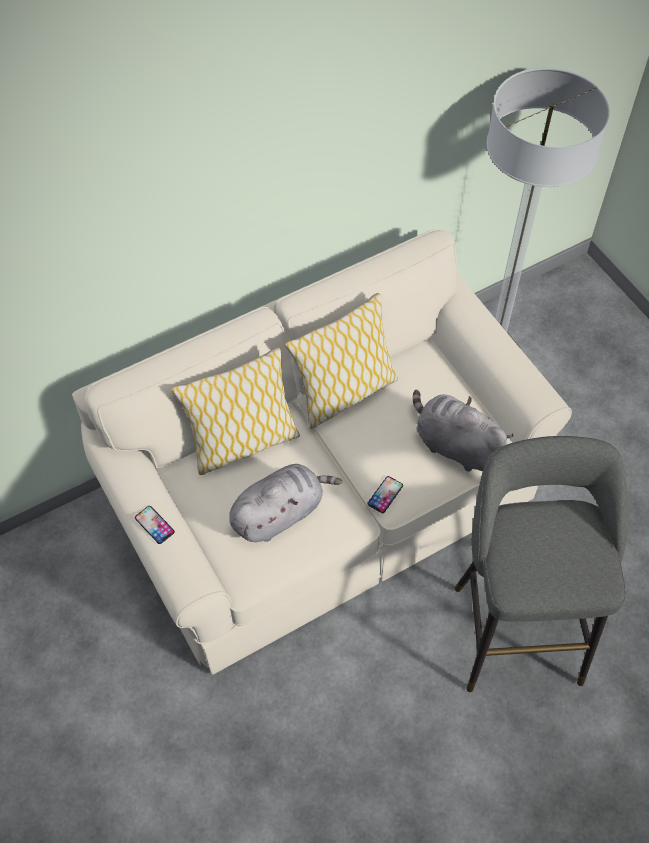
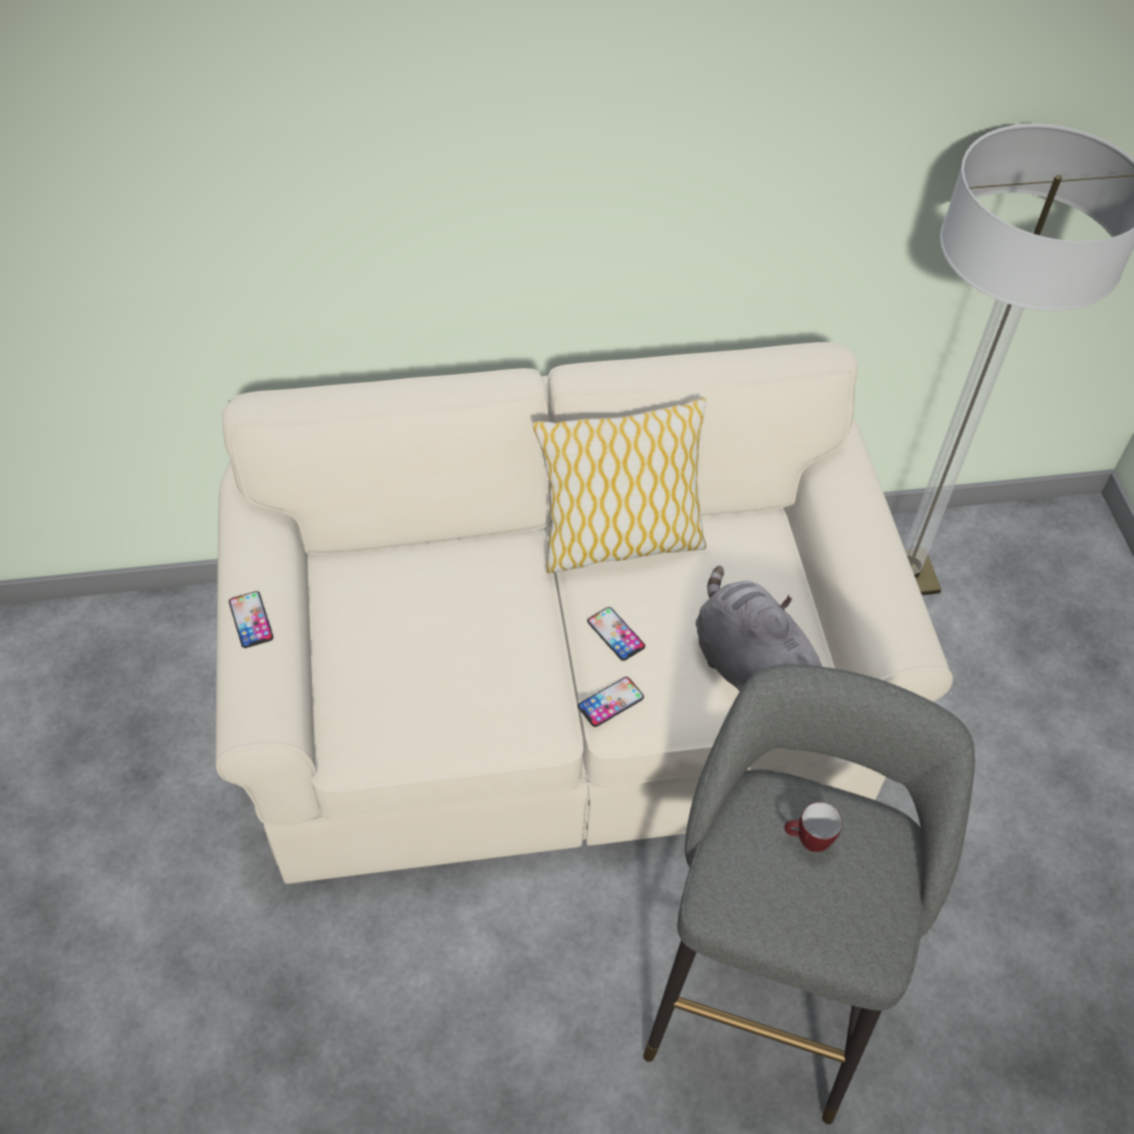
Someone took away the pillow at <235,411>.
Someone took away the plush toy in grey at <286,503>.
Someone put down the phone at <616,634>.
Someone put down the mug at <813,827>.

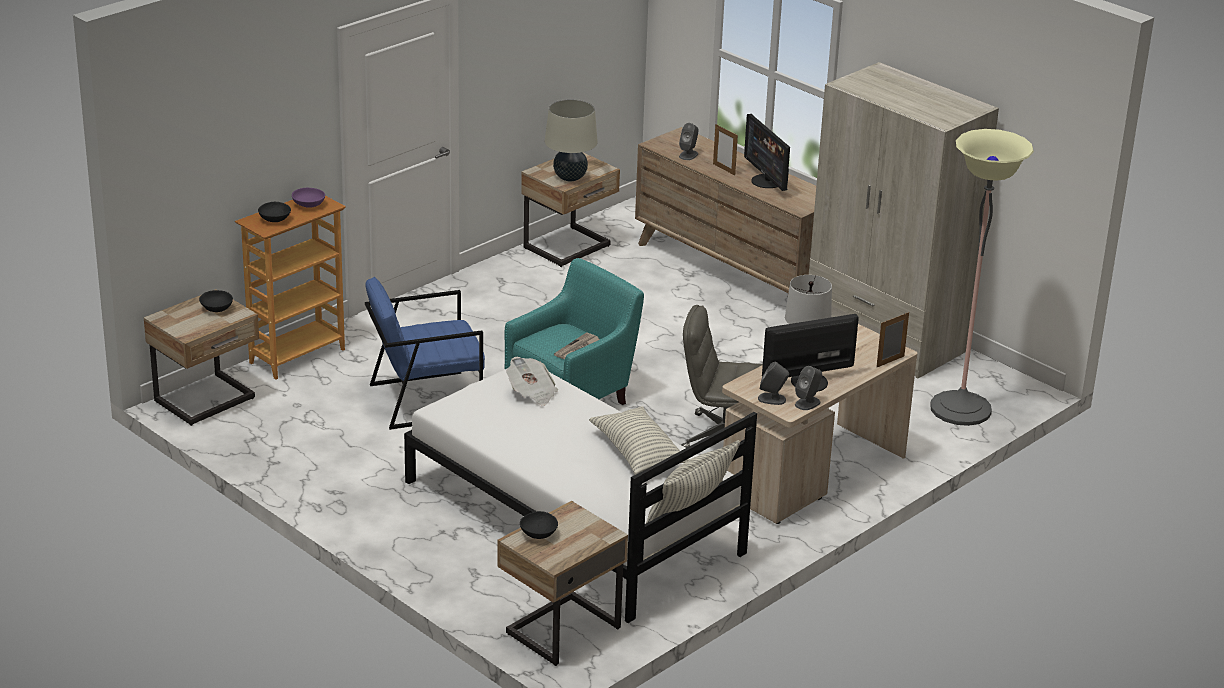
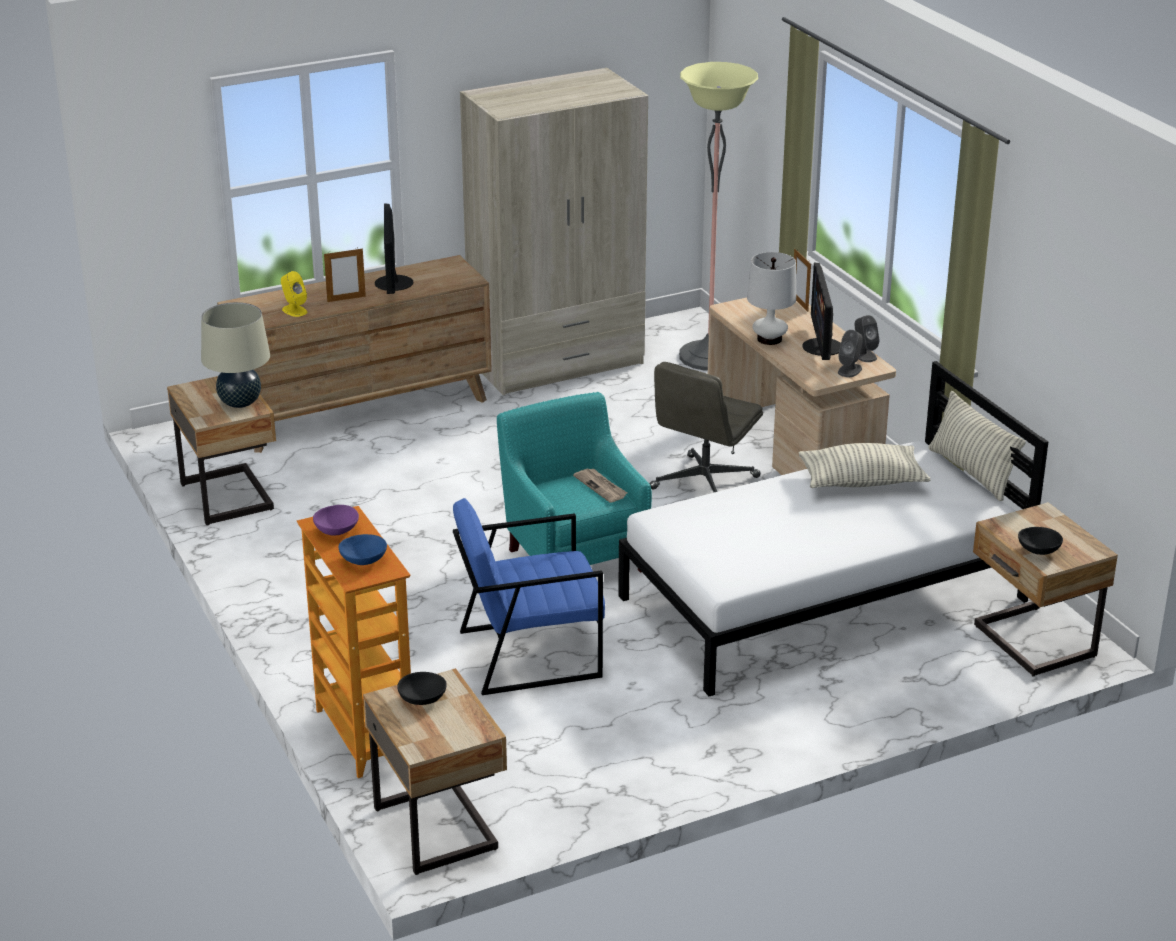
Someone rotated the monitor at <767,152> by 90 degrees clockwise.
Someone repainted the speaker in grey at <688,141>, which became the speaker in yellow at <294,294>.
Someone repainted the bowl in black at <274,212>, which became the bowl in blue at <363,549>.
Someone rotated the armchair in blue at <425,353> by 75 degrees clockwise.
Someone took away the newspaper at <532,381>.

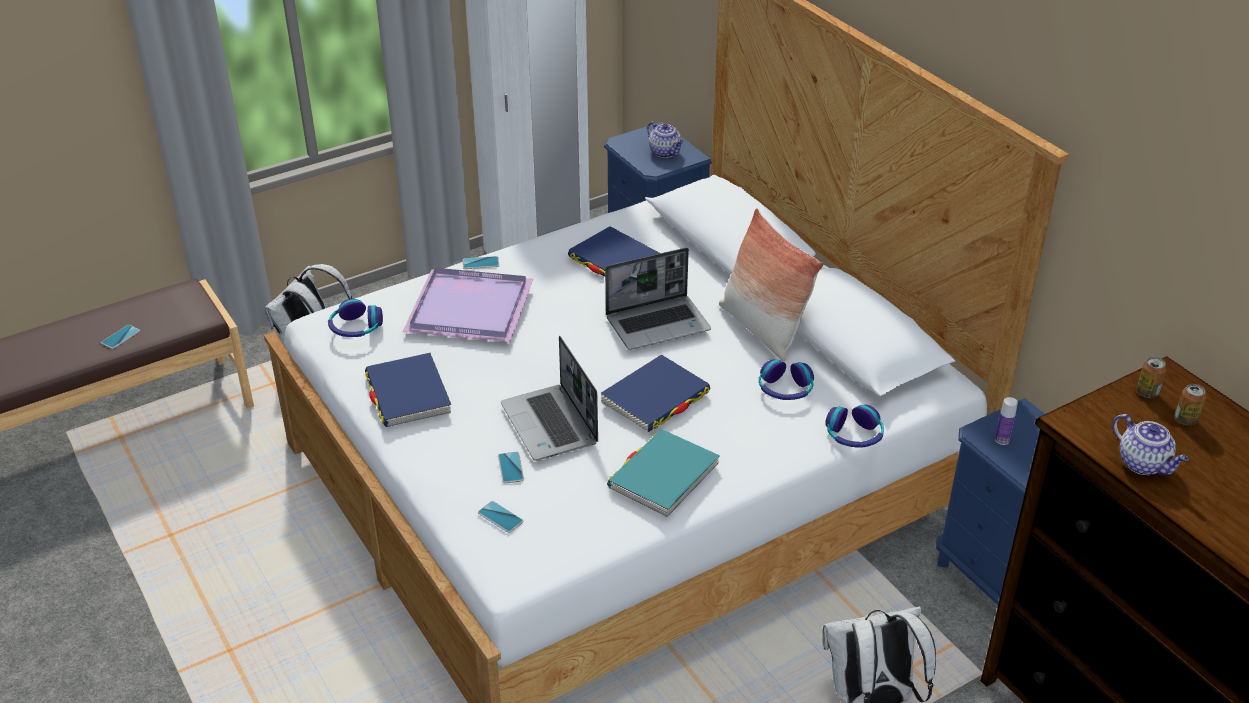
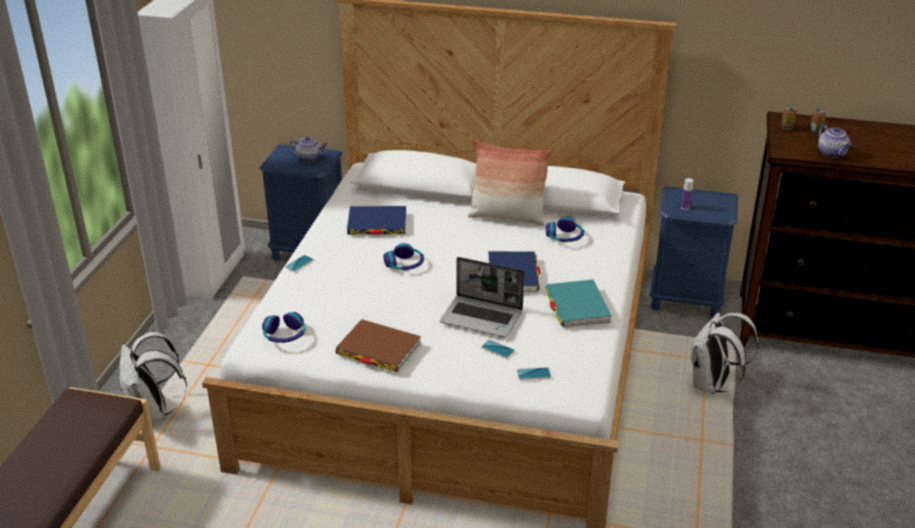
Someone took away the laptop at <658,299>.
Someone took away the tray in purple at <468,305>.
Someone took away the phone at <120,337>.
Someone repainted the book in blue at <408,390>, which became the book in brown at <378,345>.
Someone carried the headphones from <854,426> to <403,256>.
Someone rotated the teapot at <1150,444> by 60 degrees clockwise.

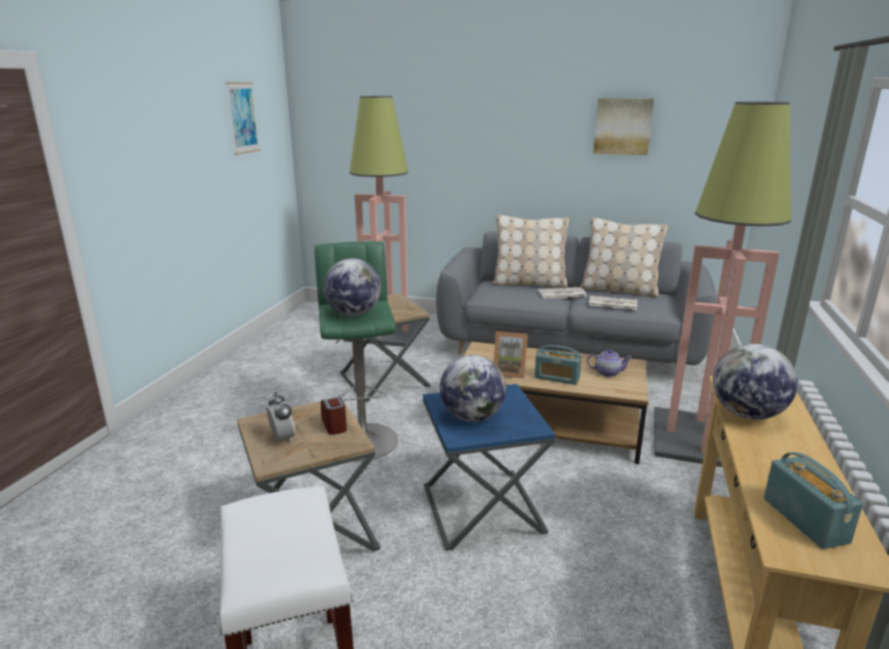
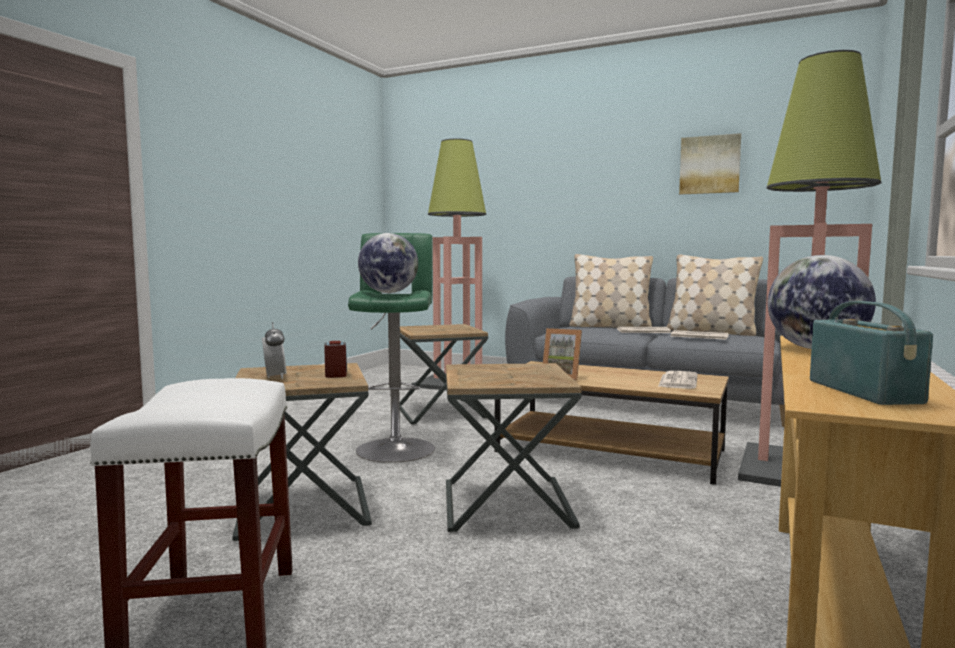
Someone took away the picture at <243,119>.
Someone took away the radio at <558,365>.
Someone swapped the teapot at <609,363> for the newspaper at <678,380>.
Someone took away the globe at <473,388>.
Someone repainted the side table in blue at <489,467>, which became the side table in brown at <514,448>.

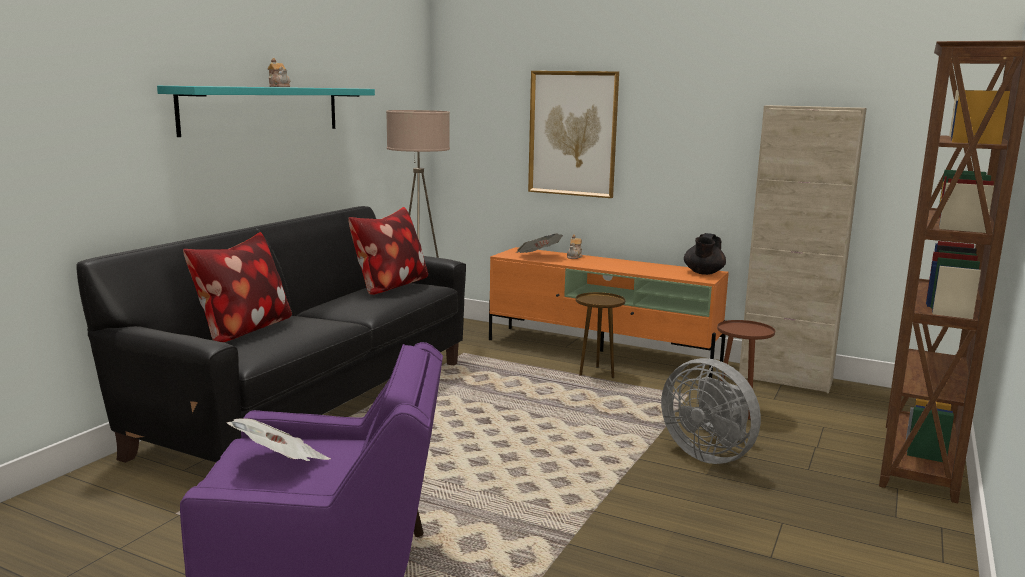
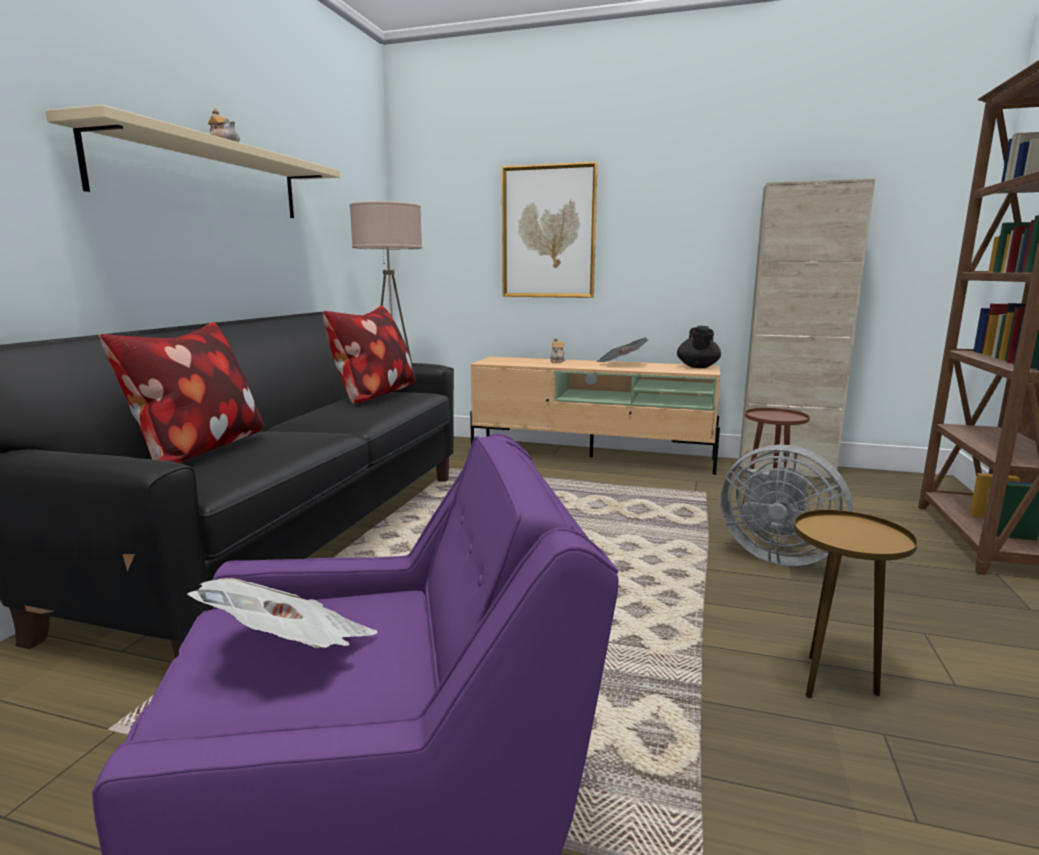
Someone repainted the shelf in turquoise at <266,111>, which became the shelf in beige at <192,161>.
Someone carried the newspaper from <539,243> to <622,349>.
Someone repainted the tv stand in orange at <609,312>, which became the tv stand in beige at <595,416>.
Someone carried the side table in brown from <601,335> to <856,604>.

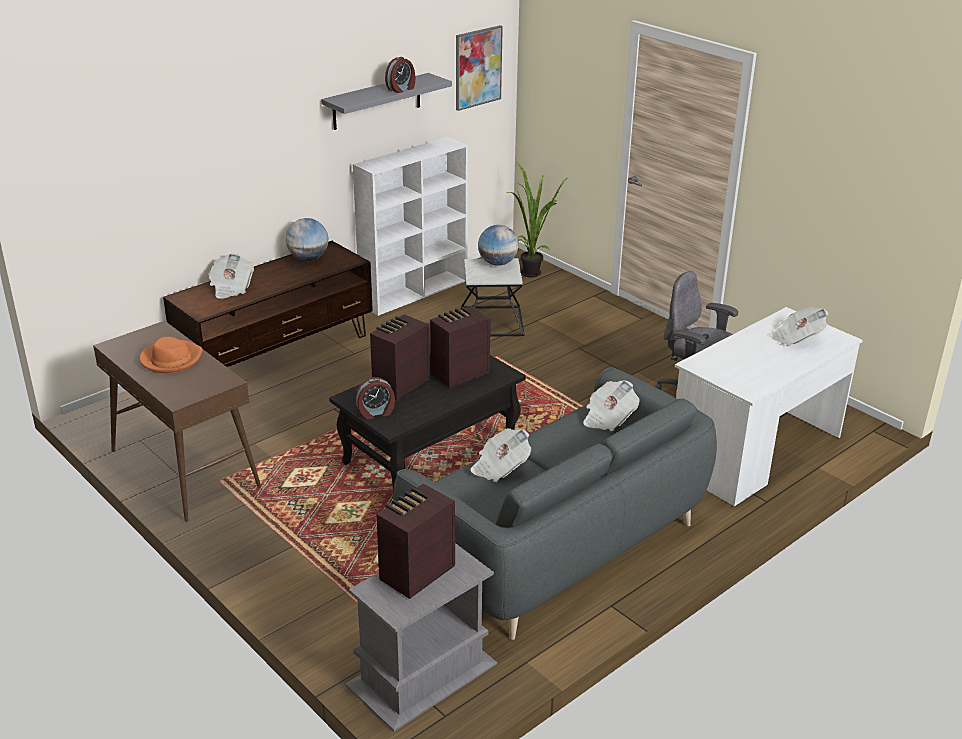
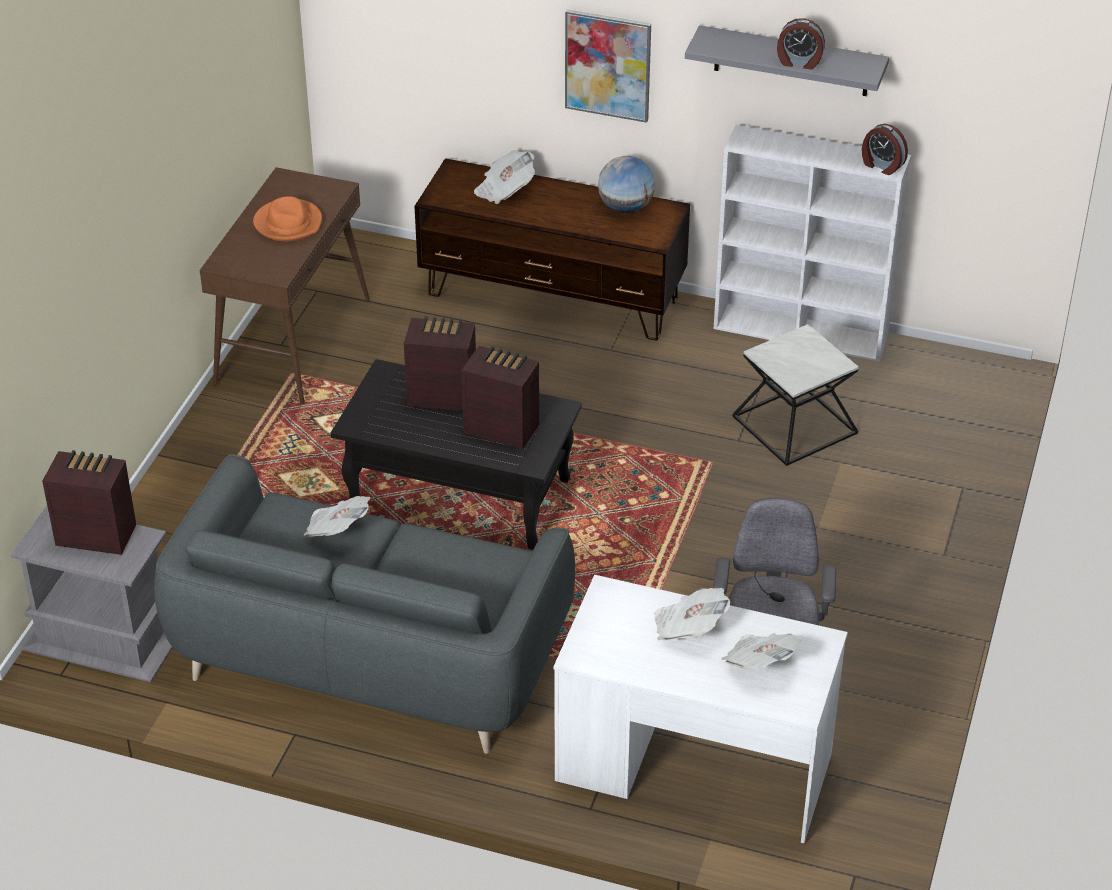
Someone carried the picture from <479,68> to <608,66>.
Someone took away the potted plant at <538,219>.
Someone took away the globe at <498,245>.
Someone carried the alarm clock from <375,398> to <885,149>.
Someone carried the newspaper from <611,405> to <692,614>.

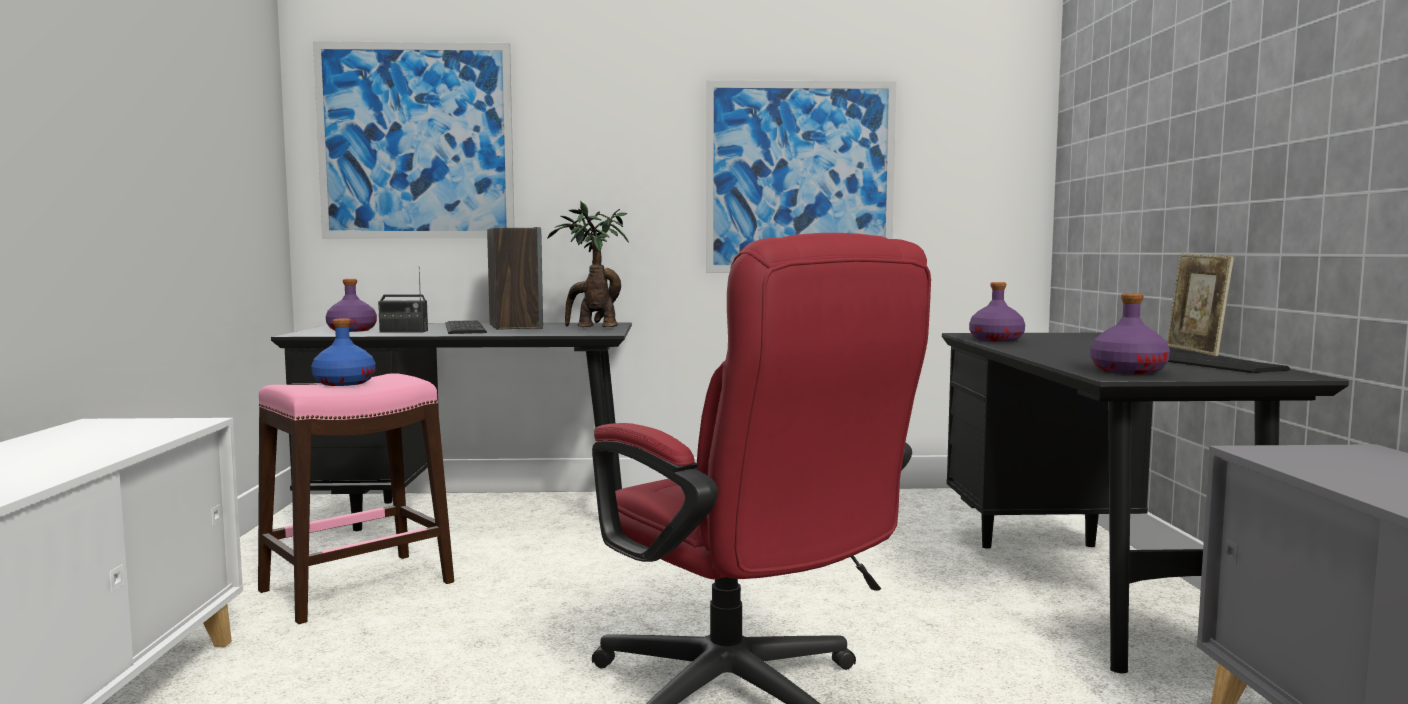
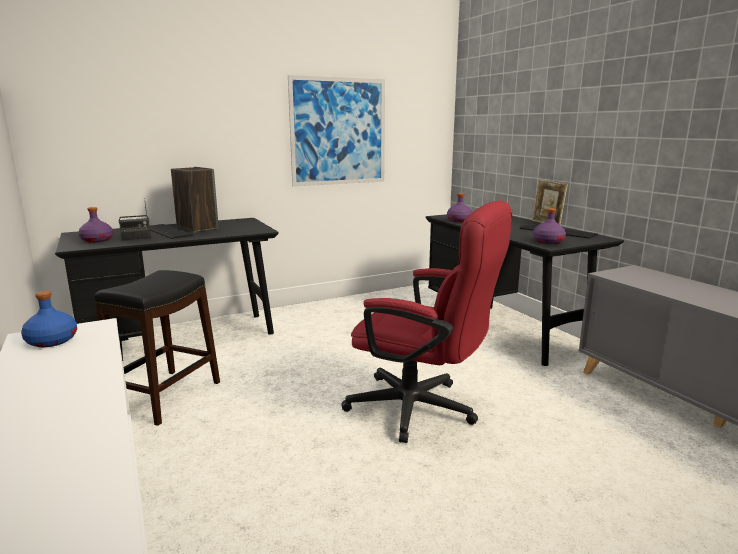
Someone took away the picture at <413,139>.
Someone took away the potted plant at <588,264>.
Someone carried the bottle in blue from <343,352> to <49,319>.
Someone repainted the stool in pink at <356,498>, which became the stool in black at <157,348>.

